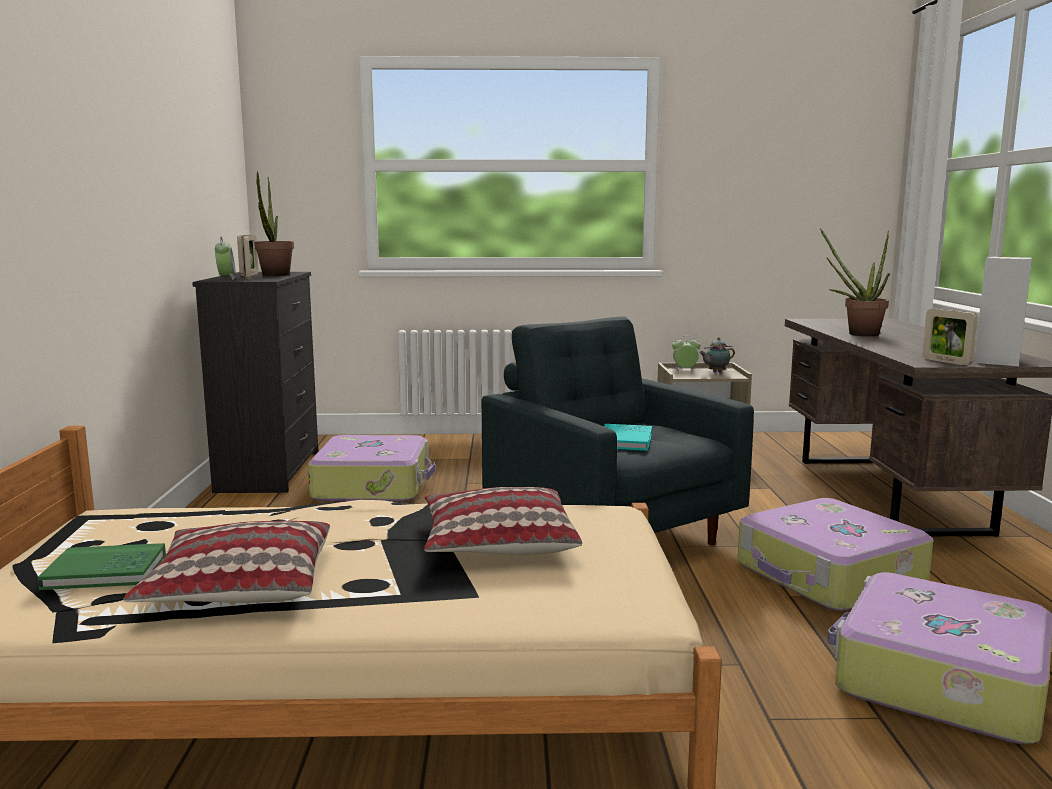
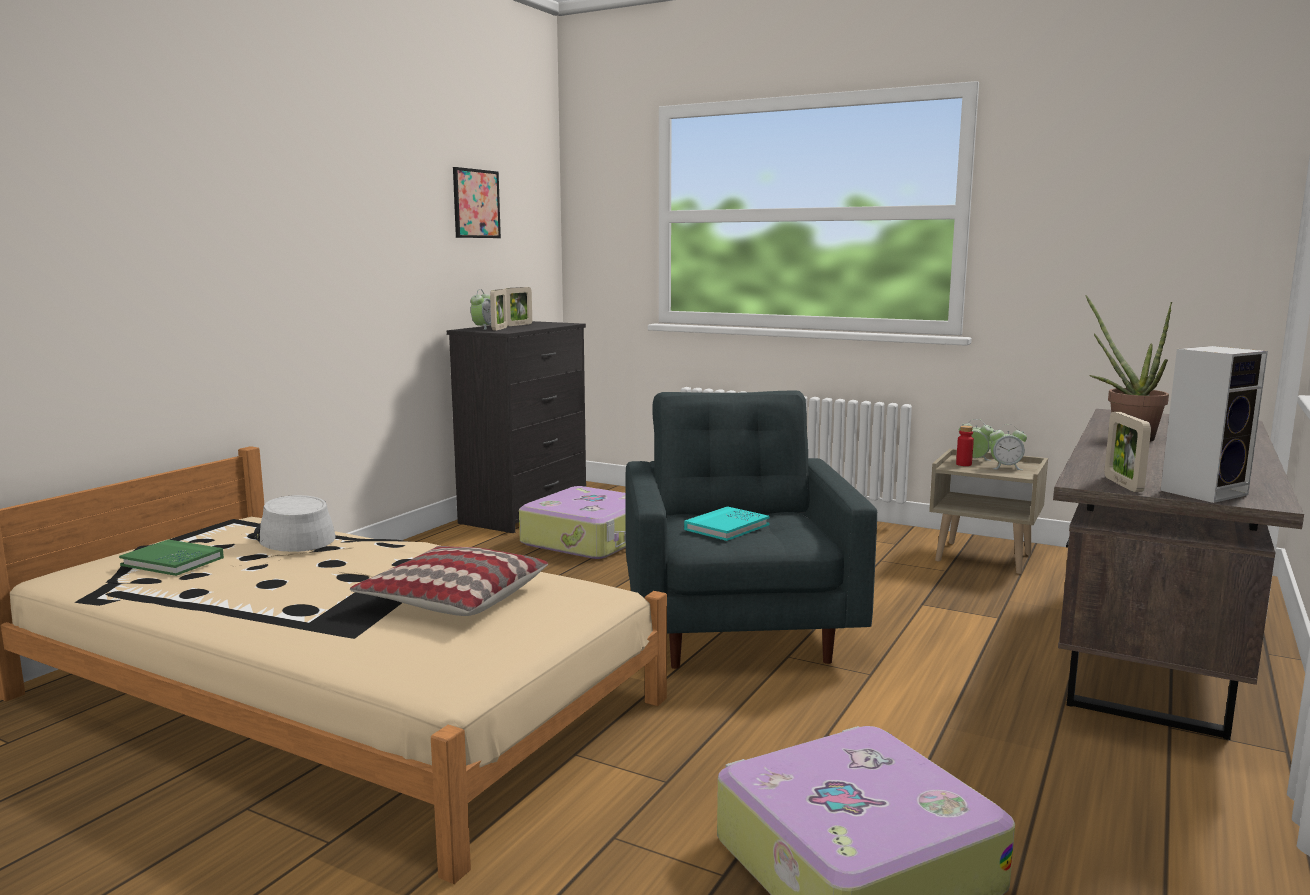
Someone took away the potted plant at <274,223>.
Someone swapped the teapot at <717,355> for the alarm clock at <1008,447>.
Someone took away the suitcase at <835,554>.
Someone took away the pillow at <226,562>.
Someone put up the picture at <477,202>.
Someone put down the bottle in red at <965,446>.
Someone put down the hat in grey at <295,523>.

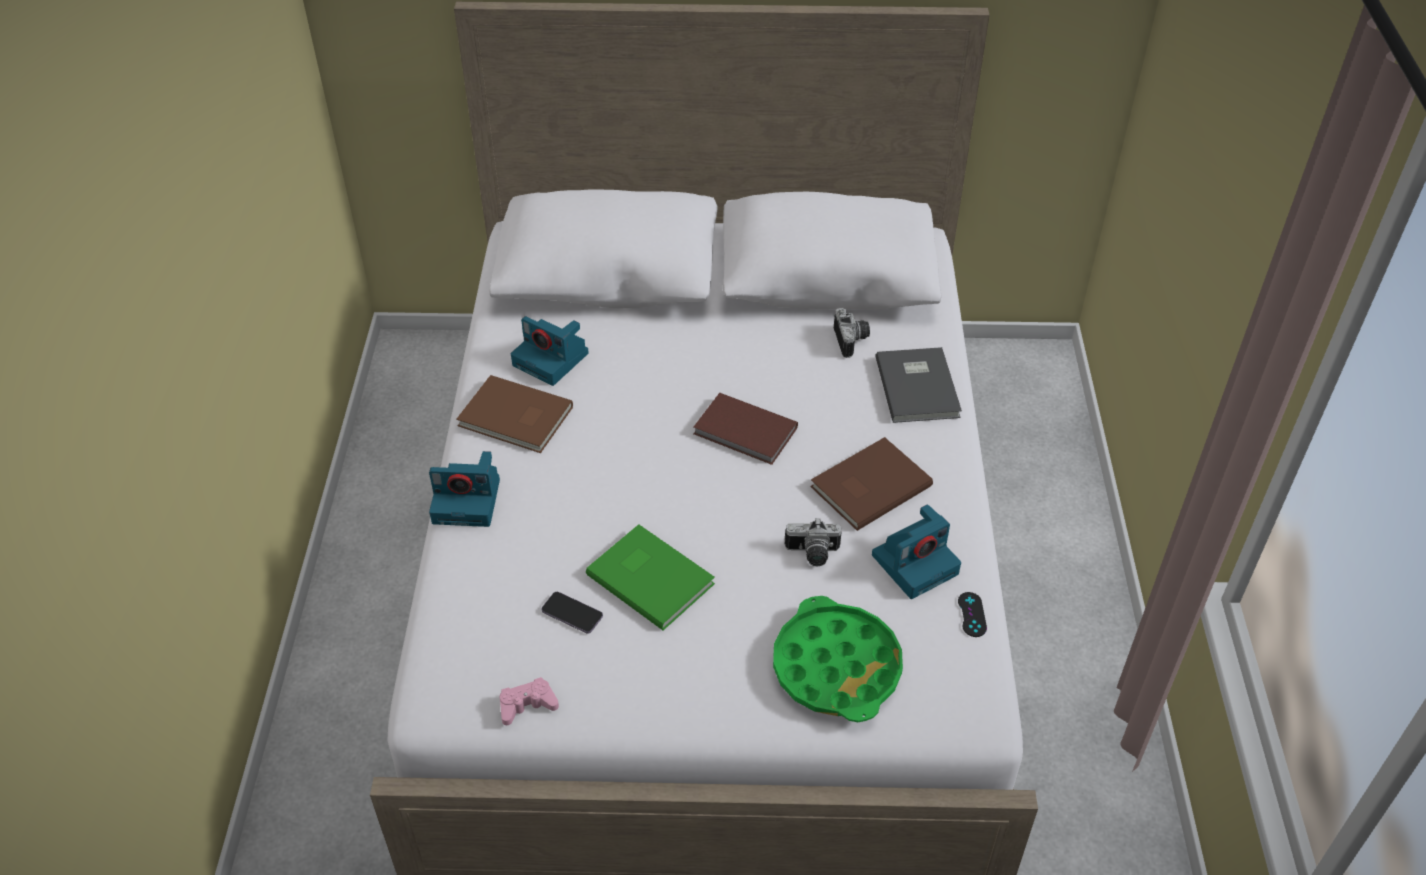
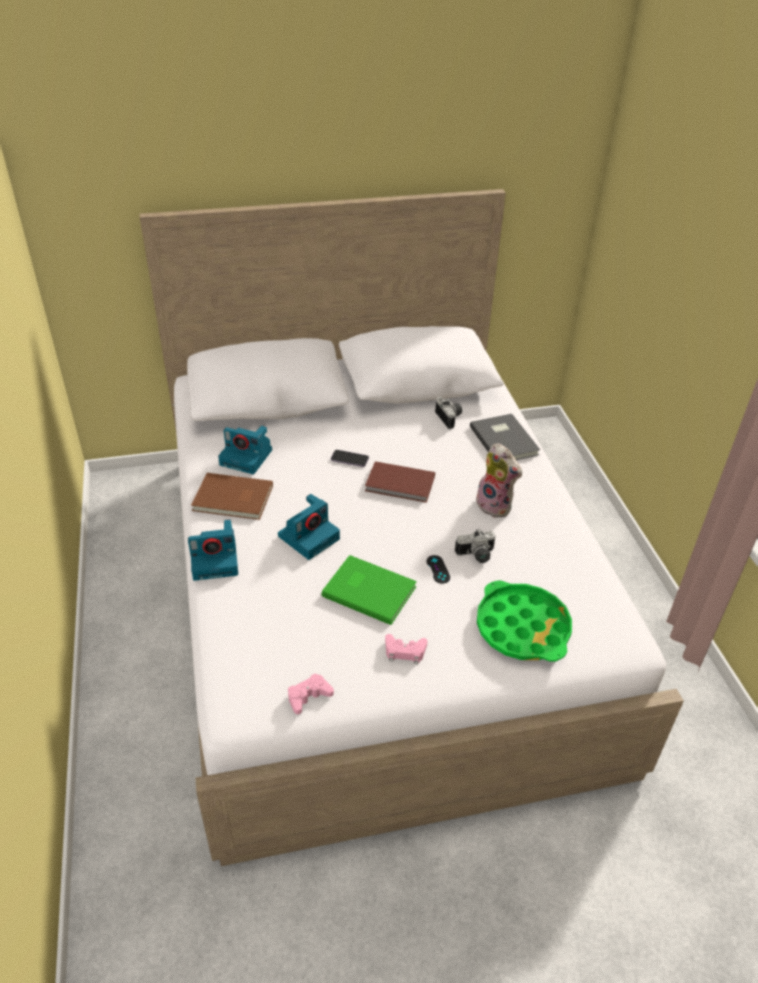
Someone swapped the book in brown at <871,484> for the plush toy at <499,480>.
Someone carried the photo camera from <916,551> to <309,527>.
Someone carried the phone from <572,612> to <350,458>.
Someone carried the game controller in black from <972,614> to <438,569>.
Someone put down the game controller in pink at <406,649>.

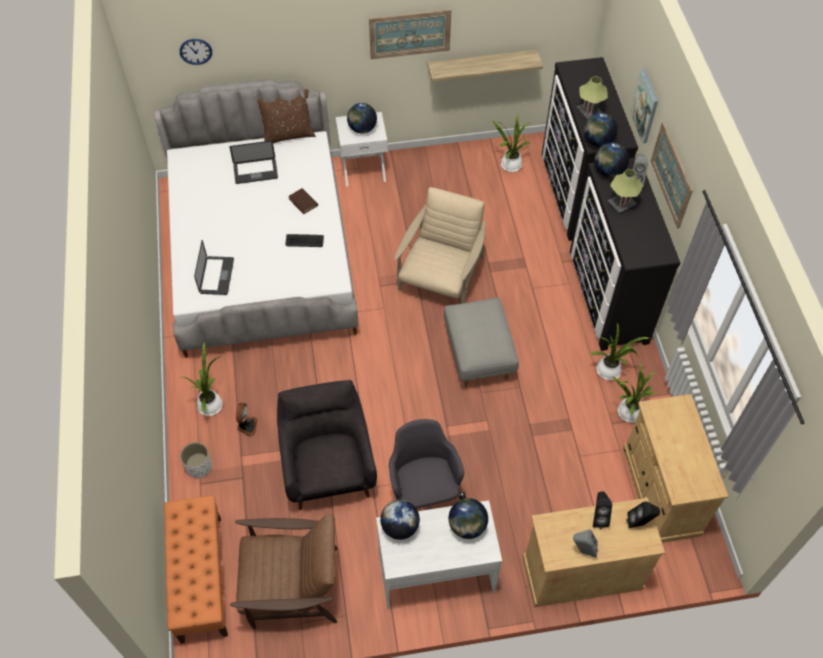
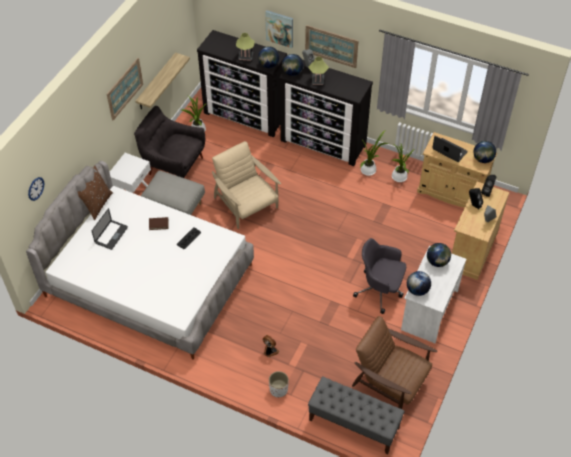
Someone carried the globe from <362,118> to <485,152>.
Someone carried the laptop from <214,267> to <450,149>.
Someone carried the ottoman in grey from <481,342> to <173,192>.
Someone took away the potted plant at <202,378>.
Someone carried the armchair in grey from <327,445> to <169,142>.
Someone repainted the bench in orange at <196,569>, which became the bench in grey at <356,415>.
Someone rotated the armchair in brown at <284,571> by 90 degrees counterclockwise.

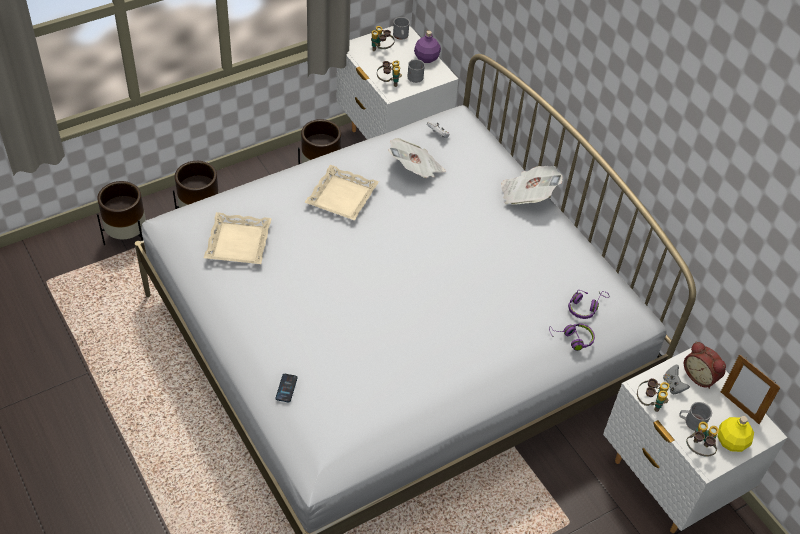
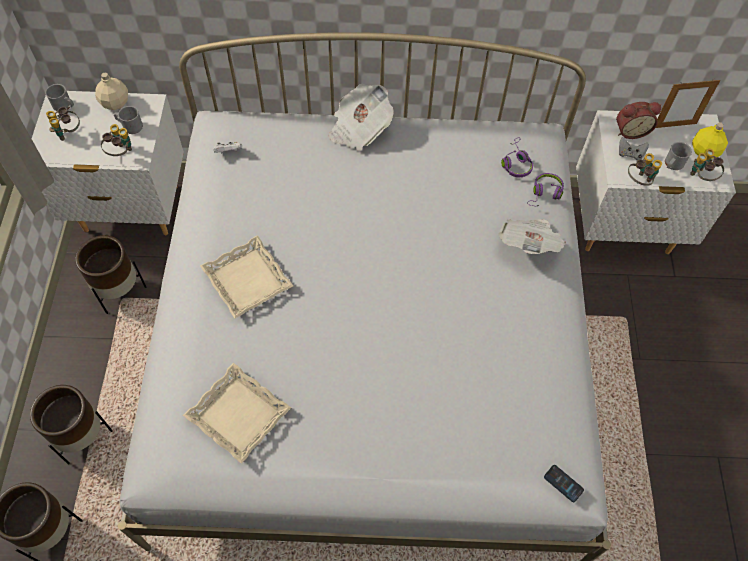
Someone repainted the bottle in purple at <427,47>, which became the bottle in beige at <111,91>.
Someone carried the newspaper from <416,158> to <532,236>.
Someone carried the phone from <286,388> to <564,483>.

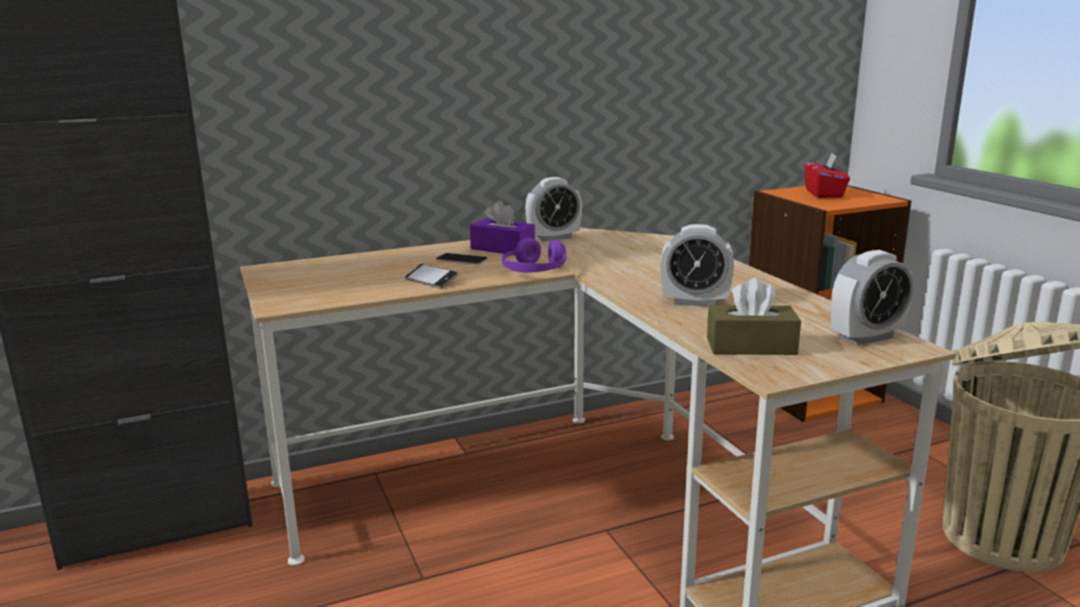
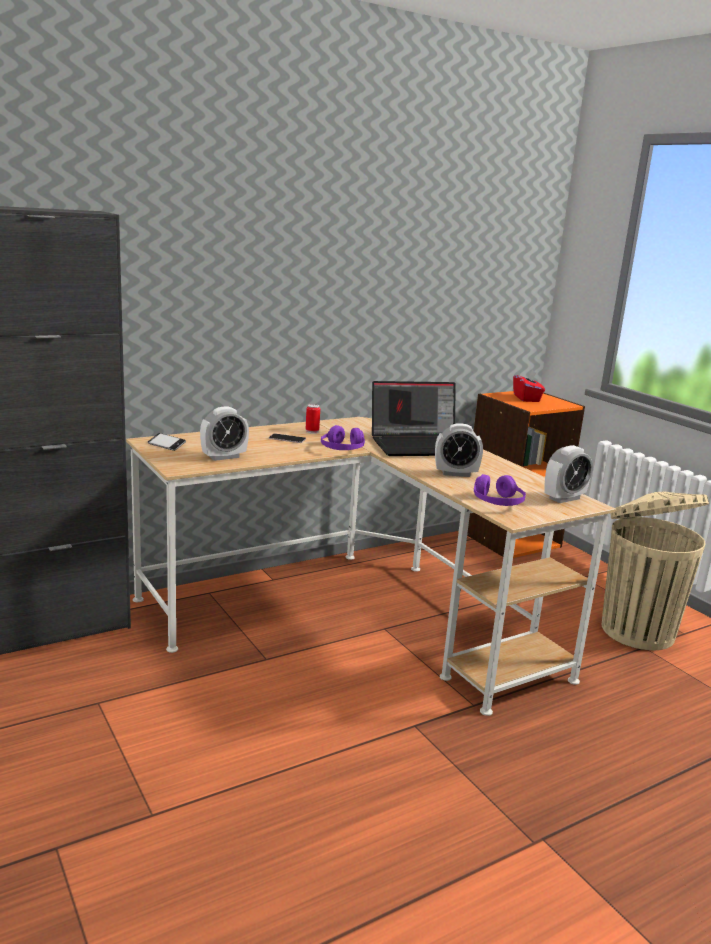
Someone carried the alarm clock from <553,209> to <224,433>.
Someone swapped the tissue box in purple at <502,227> for the can at <313,419>.
Someone carried the phone from <431,276> to <167,442>.
Someone swapped the tissue box in brown at <754,316> for the headphones in purple at <500,490>.
Someone put down the laptop at <414,418>.

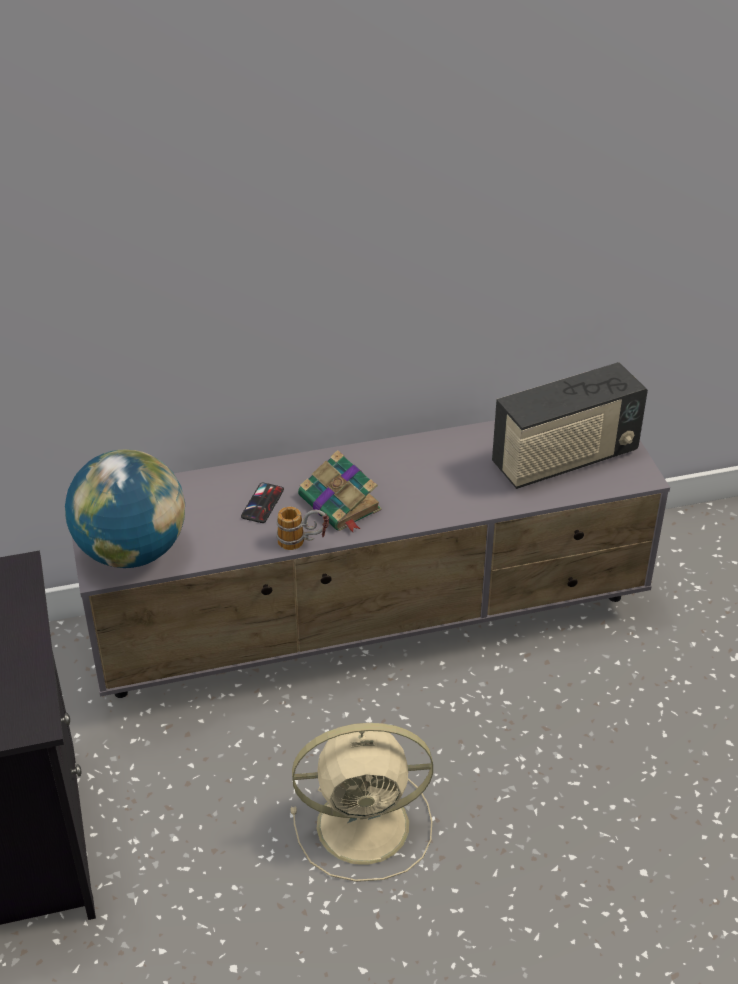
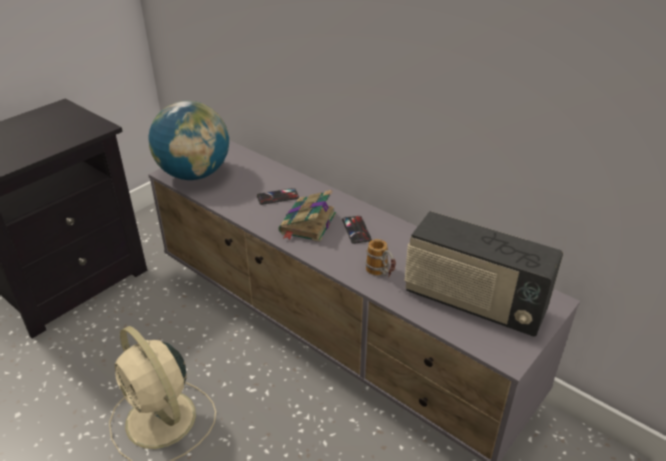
Someone carried the mug from <302,528> to <380,257>.
Someone put down the phone at <357,230>.

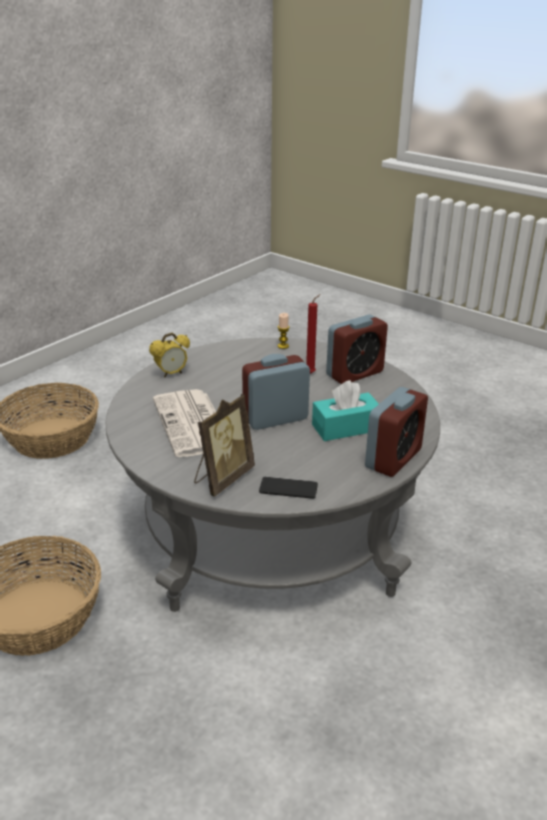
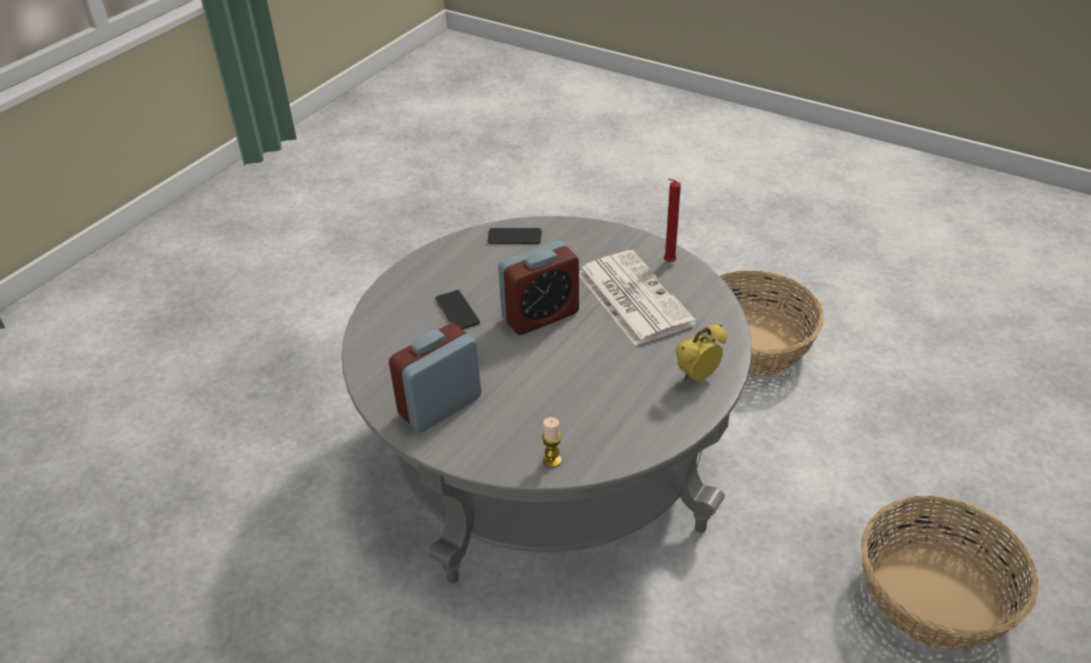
Someone carried the candle in red from <313,334> to <672,220>.
Someone swapped the tissue box in turquoise at <345,410> for the phone at <457,310>.
Someone took away the alarm clock at <396,432>.
Someone took away the picture frame at <224,445>.

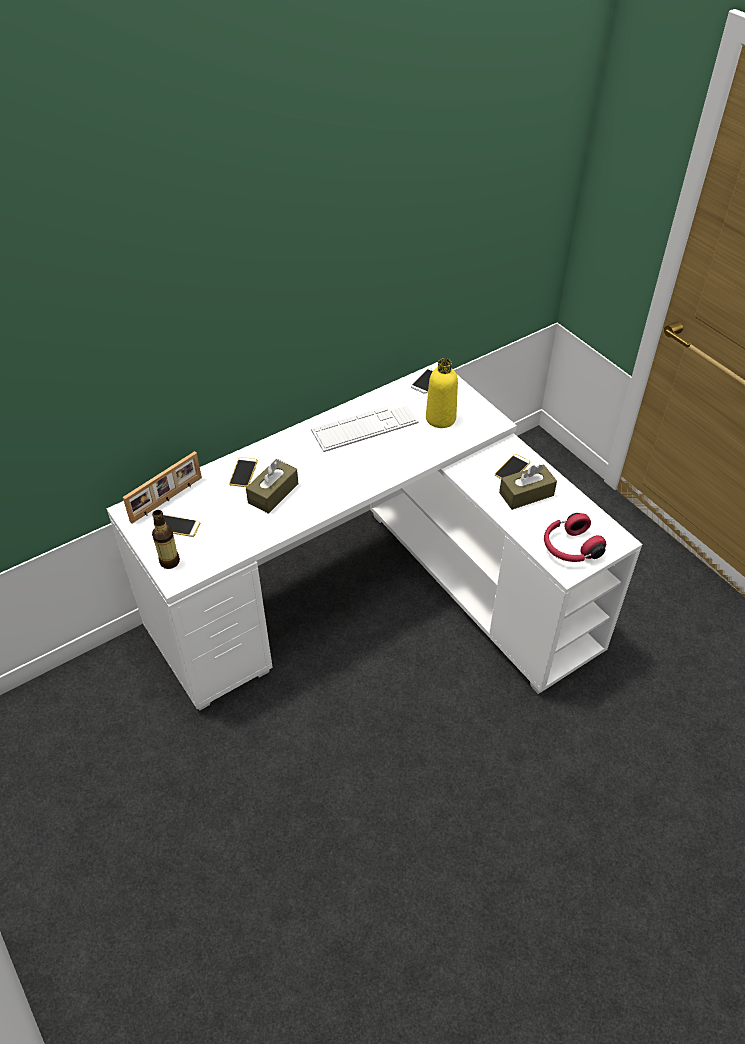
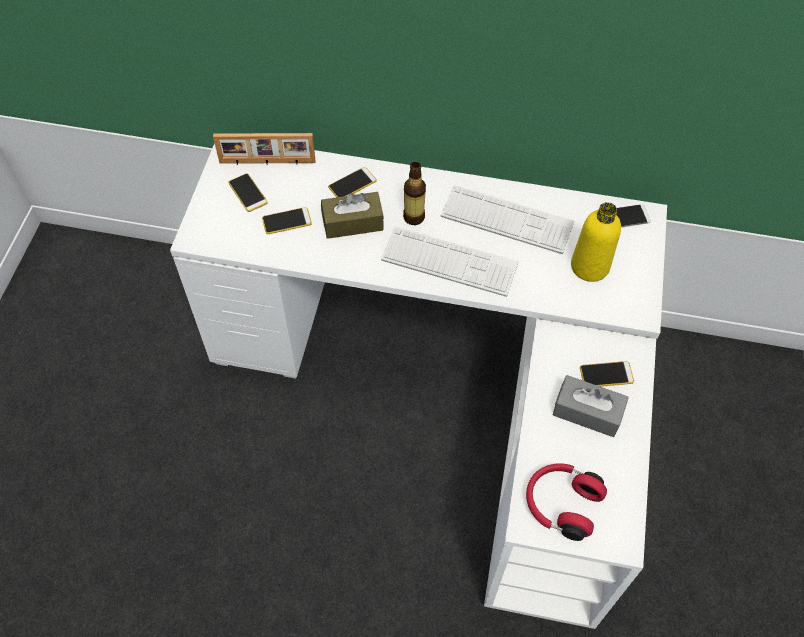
Someone repainted the tissue box in brown at <528,487>, which became the tissue box in grey at <591,406>.
Someone carried the bottle from <166,539> to <414,193>.
Someone put down the phone at <287,220>.
Someone put down the keyboard at <450,262>.

